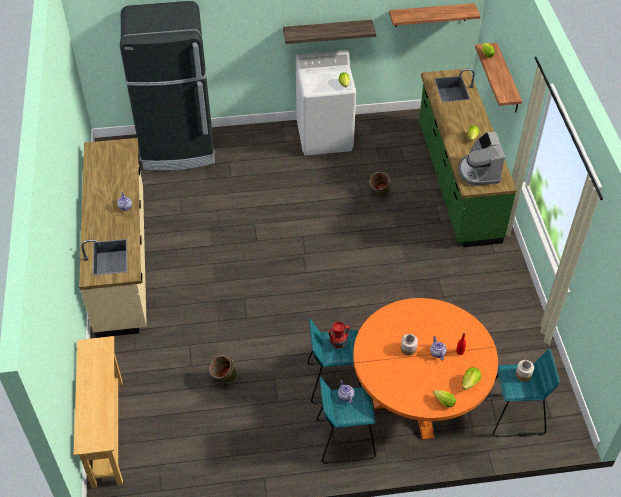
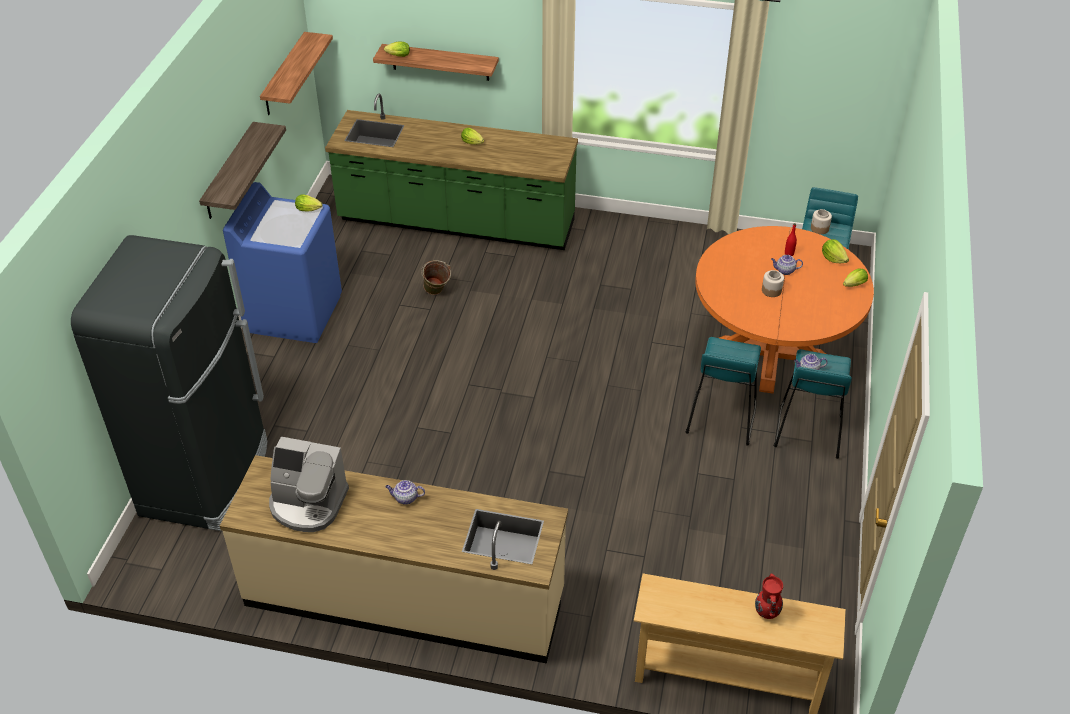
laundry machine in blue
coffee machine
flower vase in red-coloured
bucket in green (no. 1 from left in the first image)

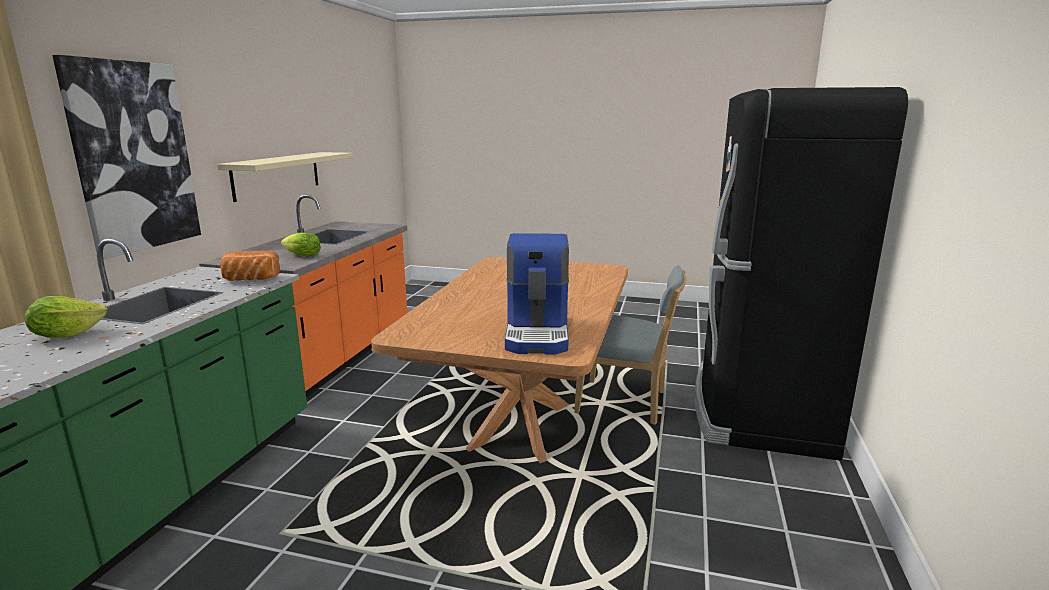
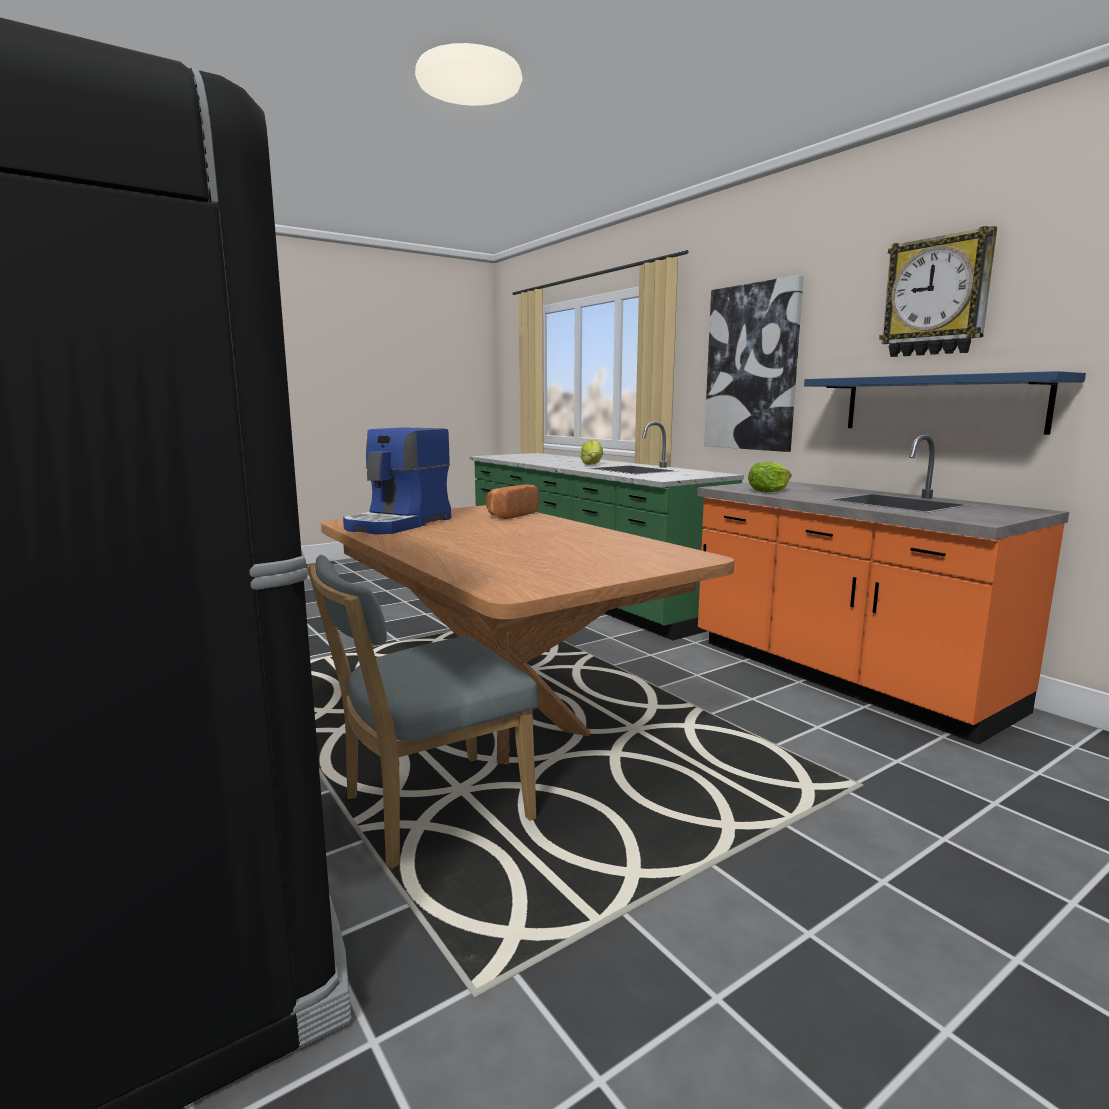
coffee machine
bakery bread
bracket shelf in blue
hanging clock

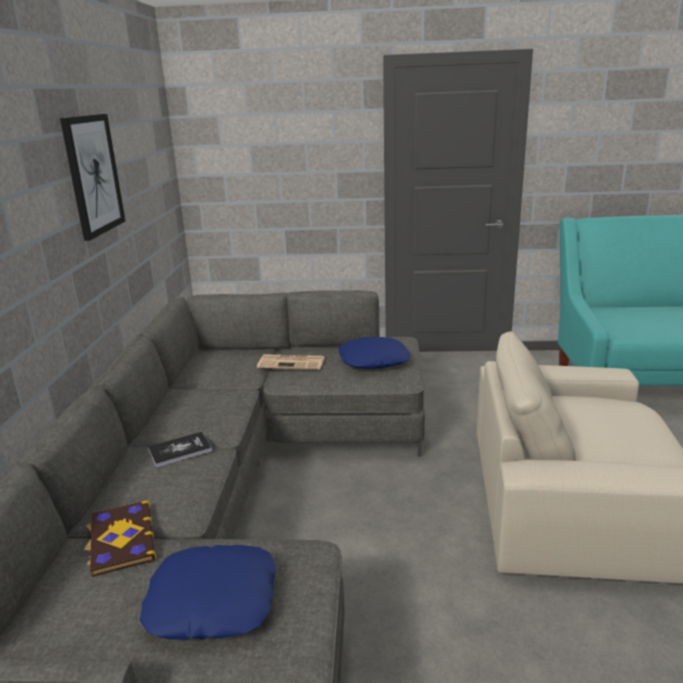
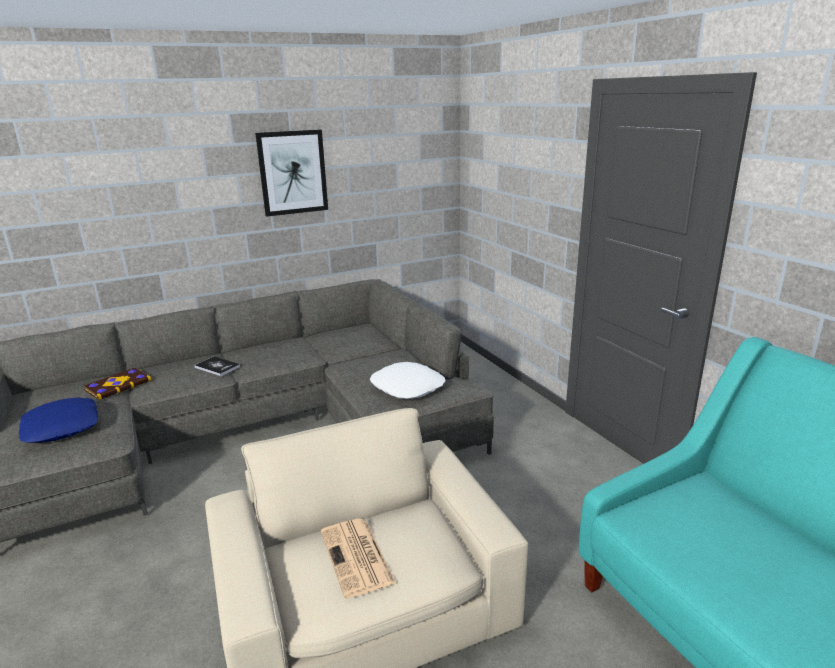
daily paper
pillow in white-coloured

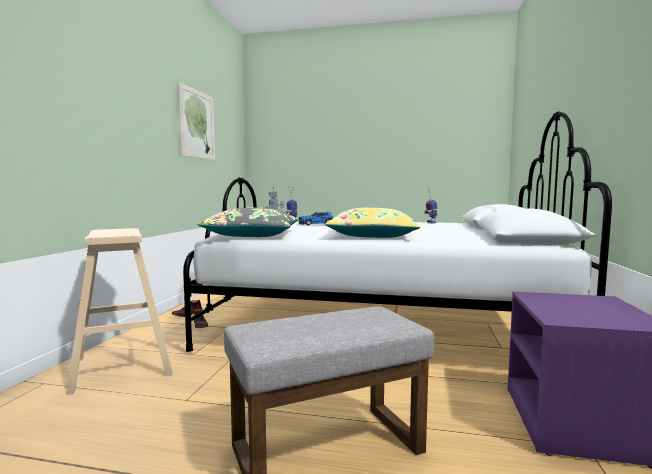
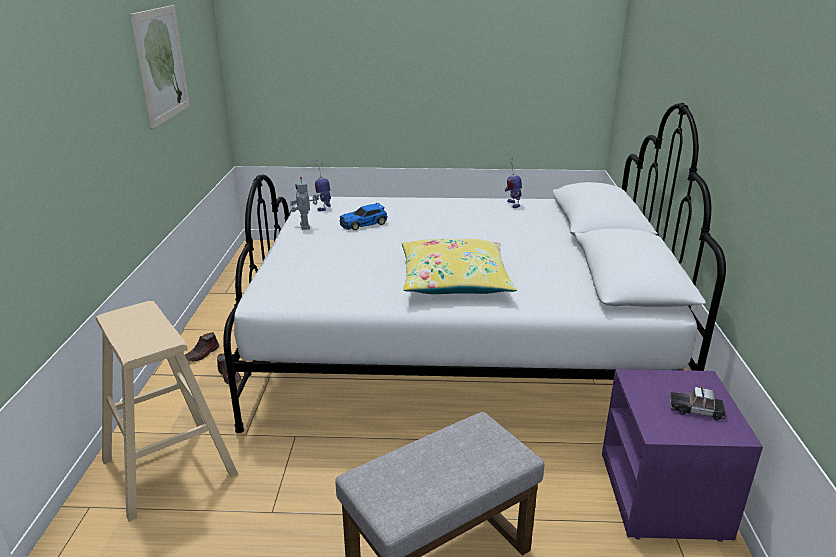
miniature car (no. 2 from left)
pillow in grey

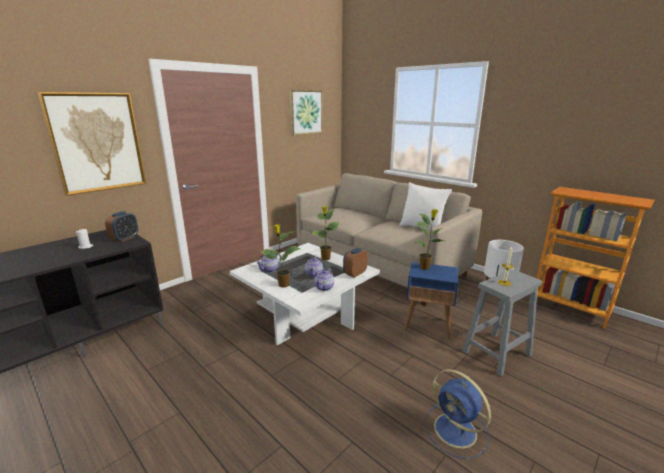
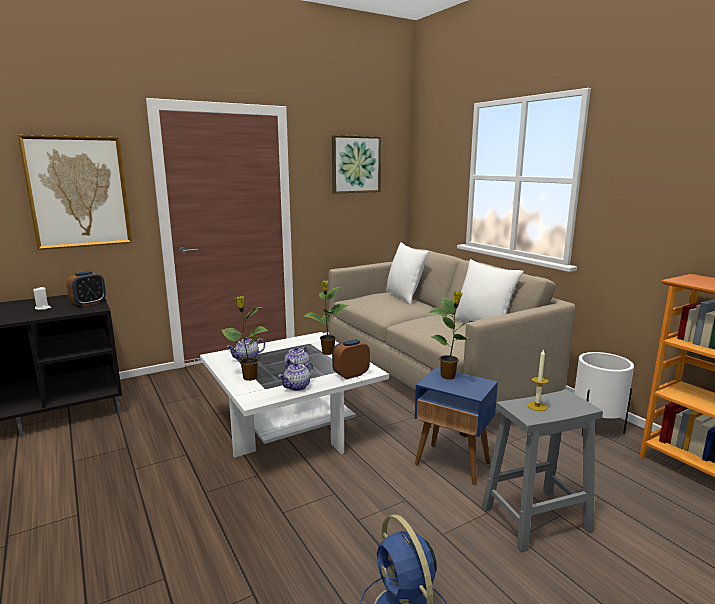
pillow in white-coloured (no. 1 from left)

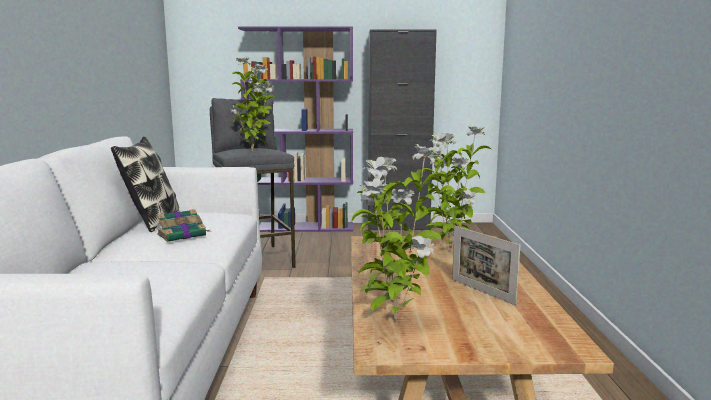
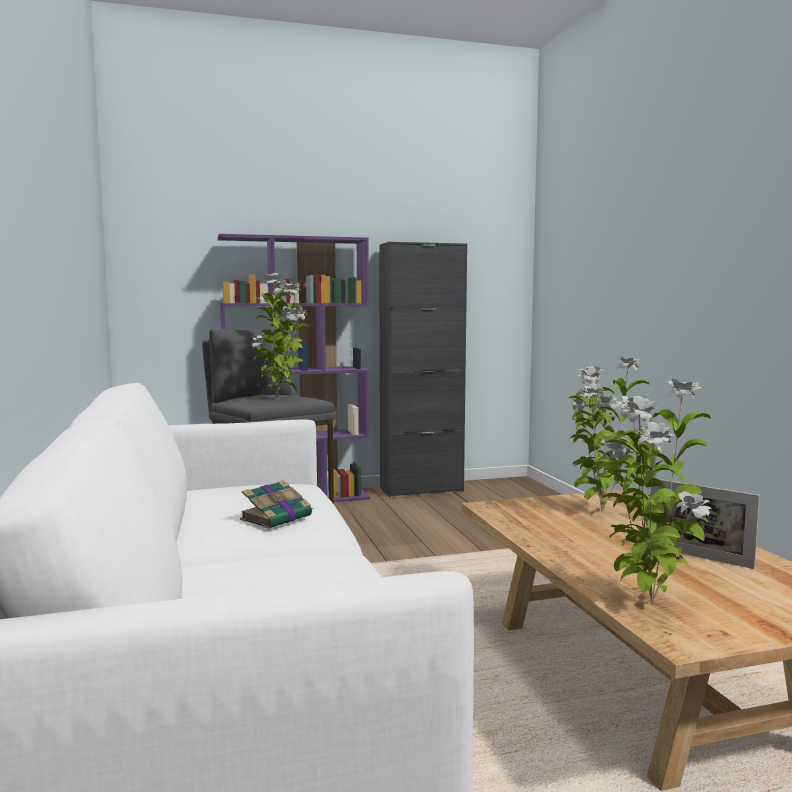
pillow

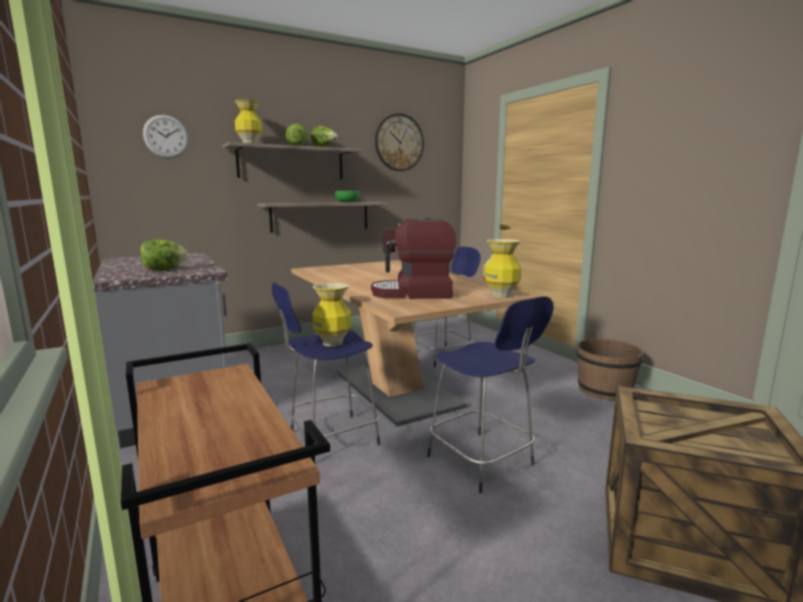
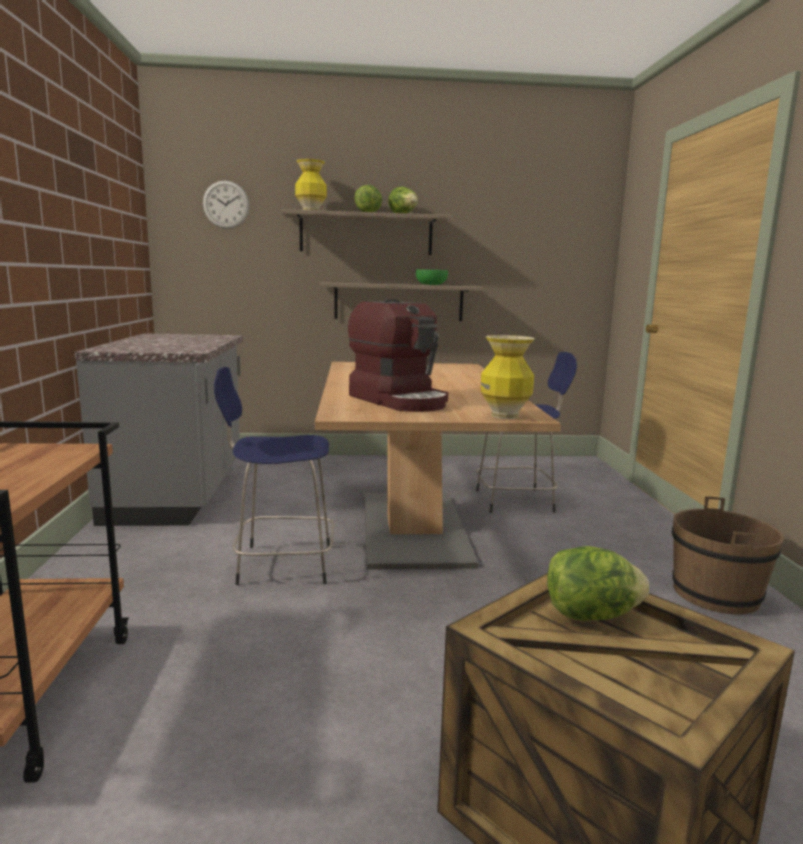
coffee machine
head of lettuce (no. 3 from left)
flower vase (no. 2 from left in the first image)
hanging clock (no. 2 from left in the first image)
stool seat in blue (no. 3 from left in the first image)

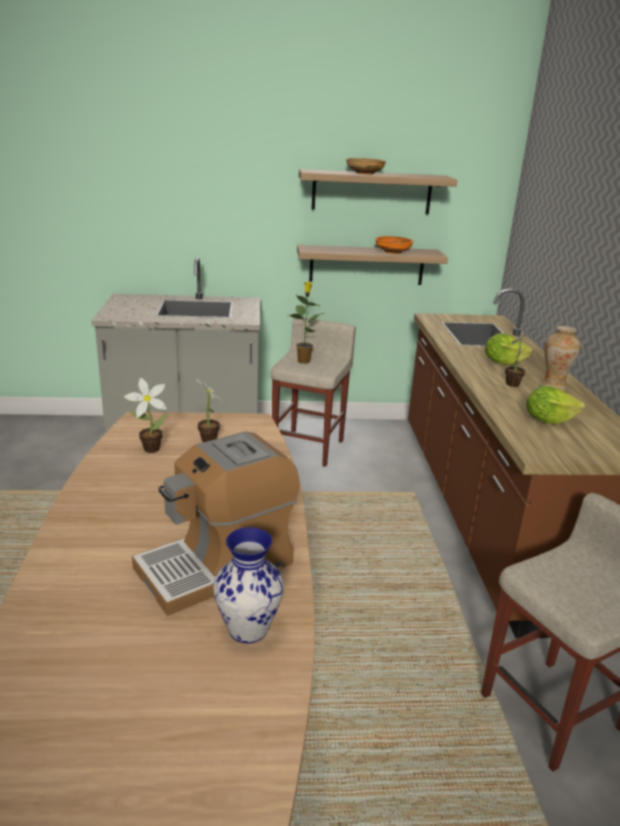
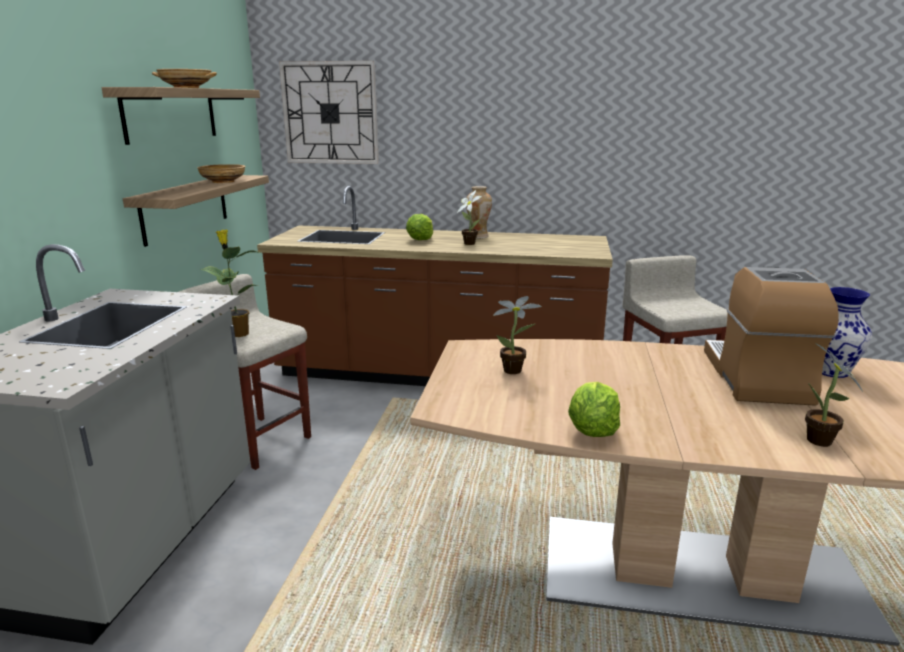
bowl in sand-coloured (no. 2 from left)
hanging clock
head of lettuce (no. 2 from left)
coffee machine
plant in a pot (no. 4 from left)

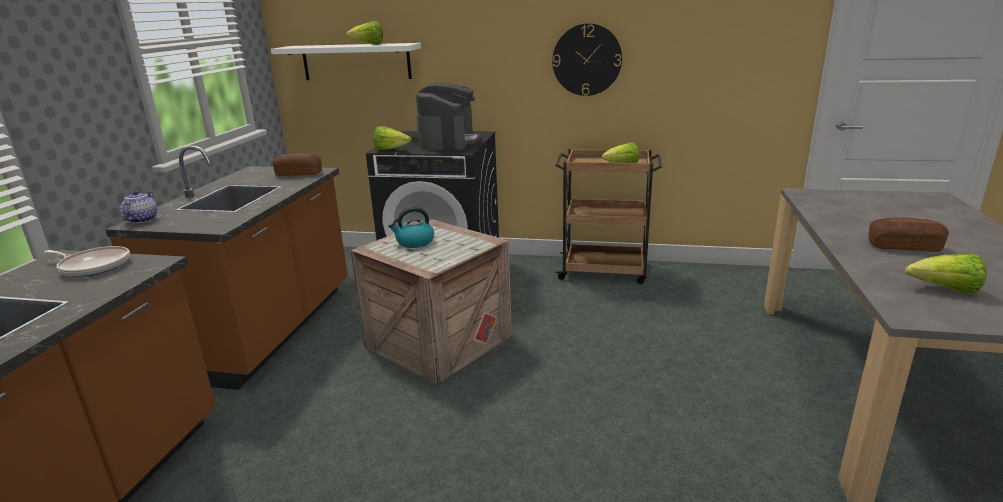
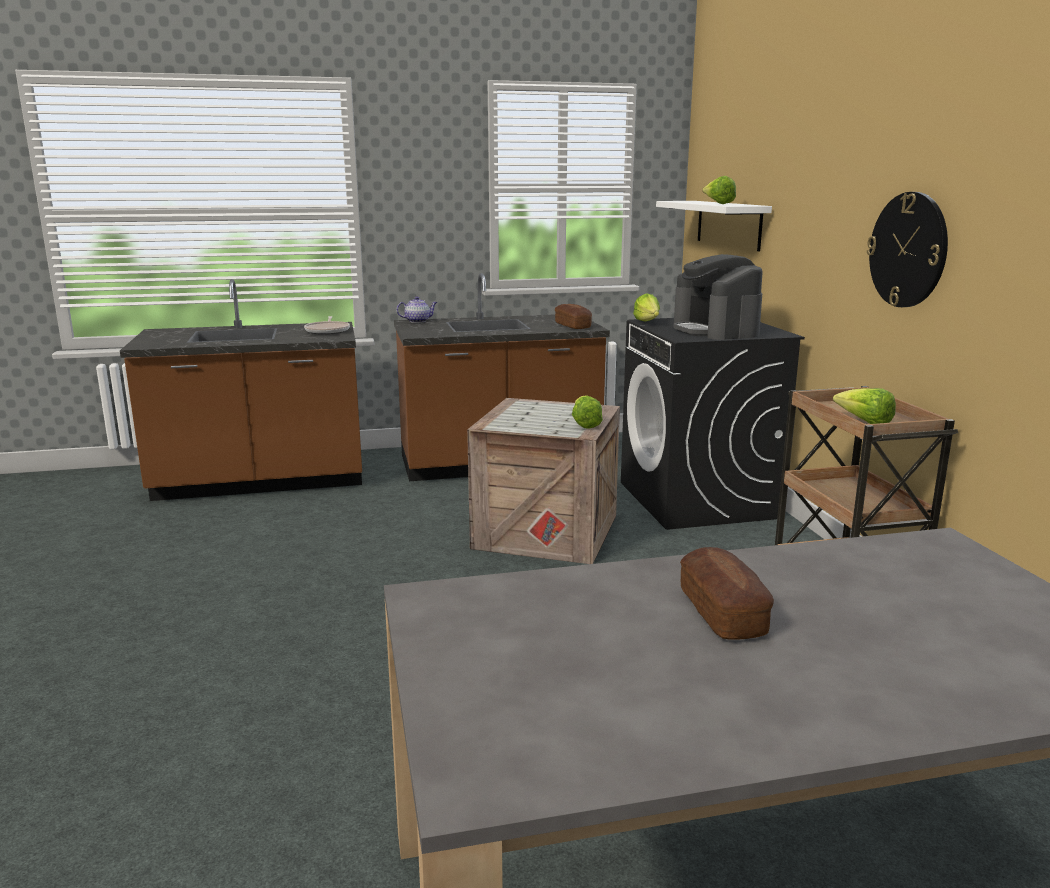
head of lettuce (no. 1 from left)
coffee machine
water kettle

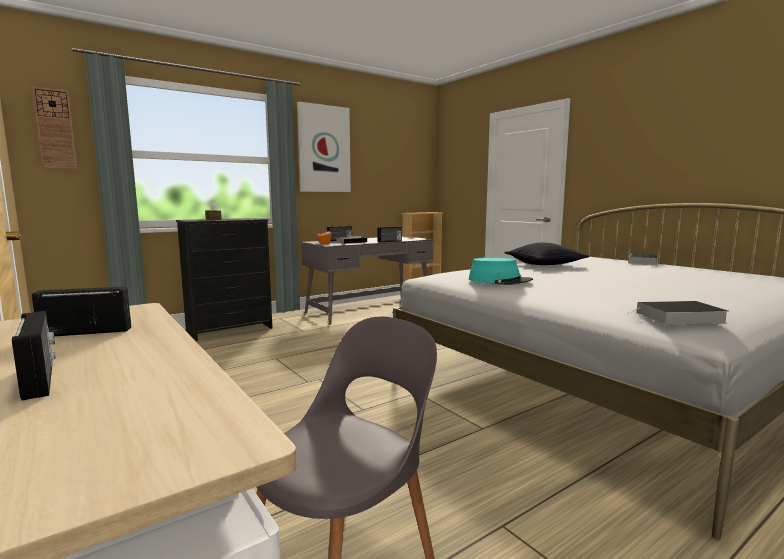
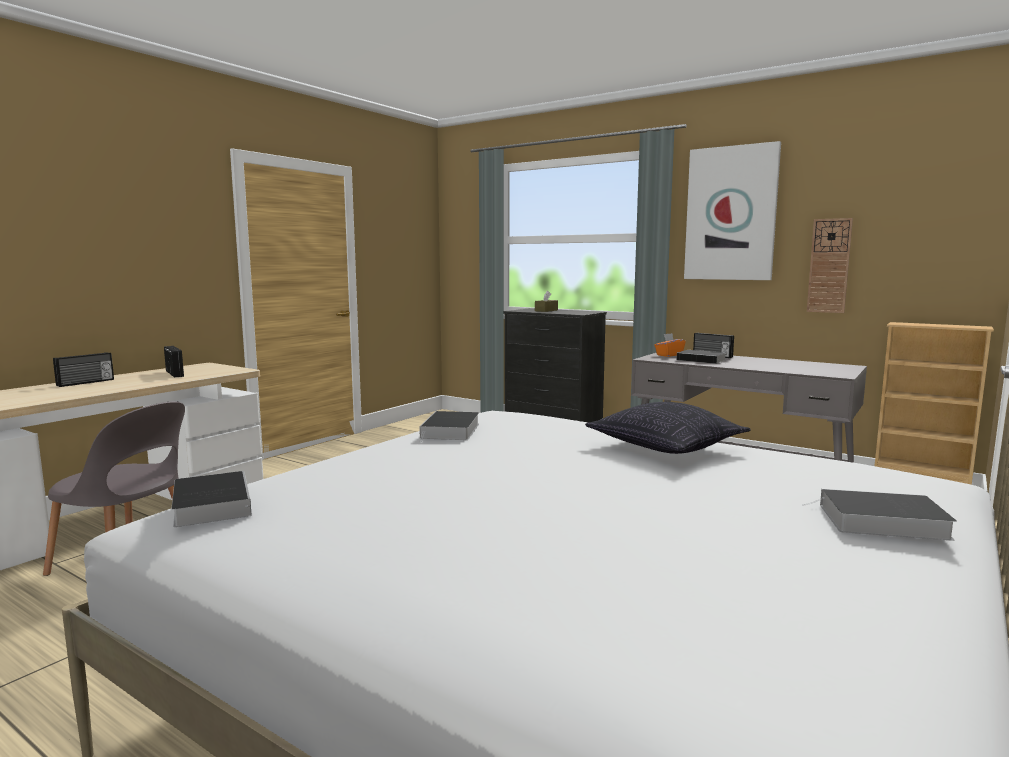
volume (no. 2 from left)
hanging clock
radio (no. 4 from left in the first image)

